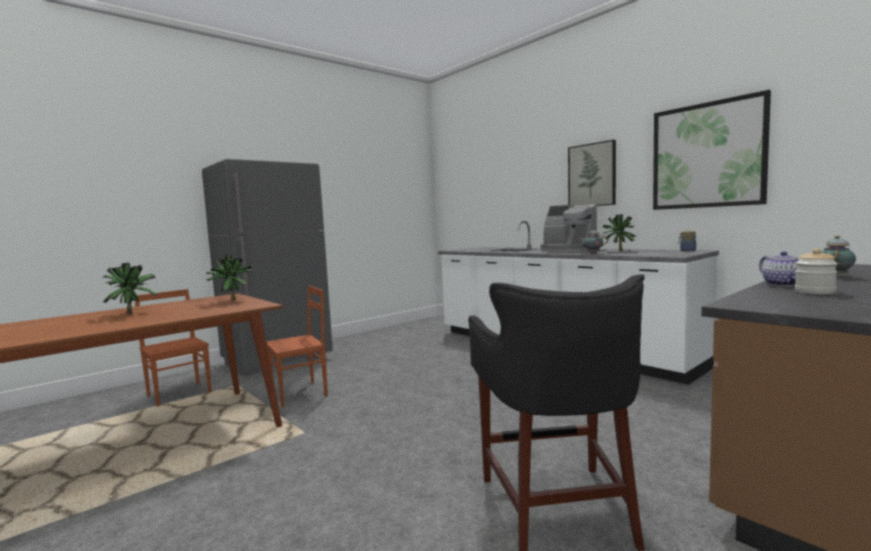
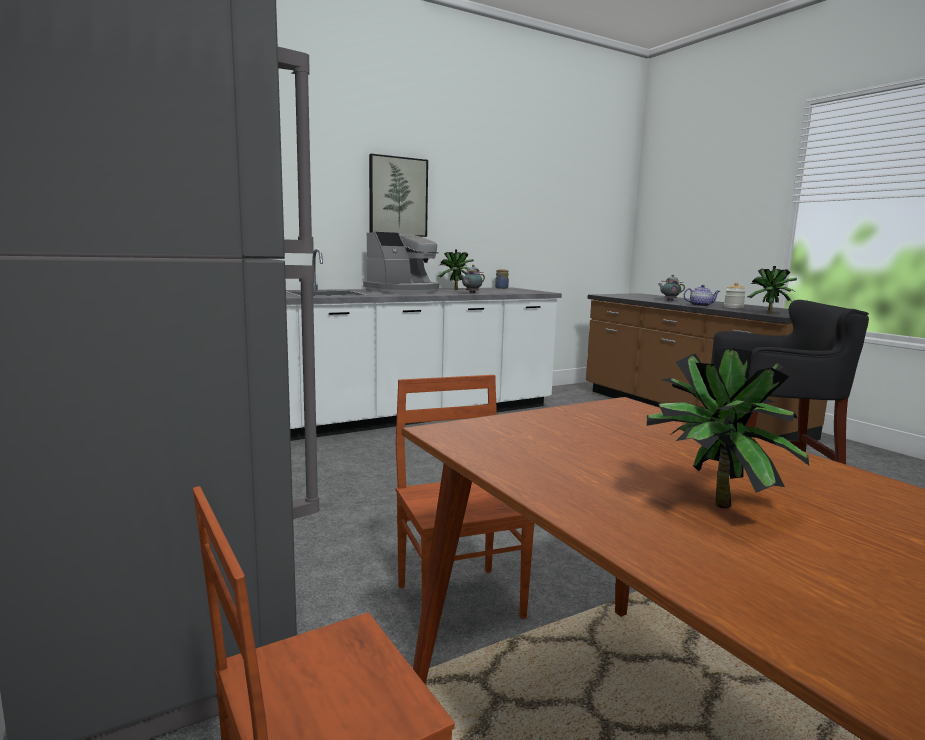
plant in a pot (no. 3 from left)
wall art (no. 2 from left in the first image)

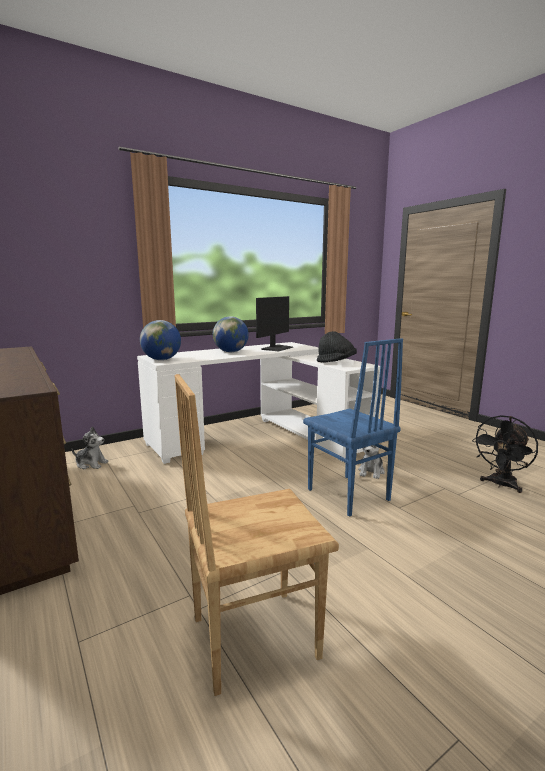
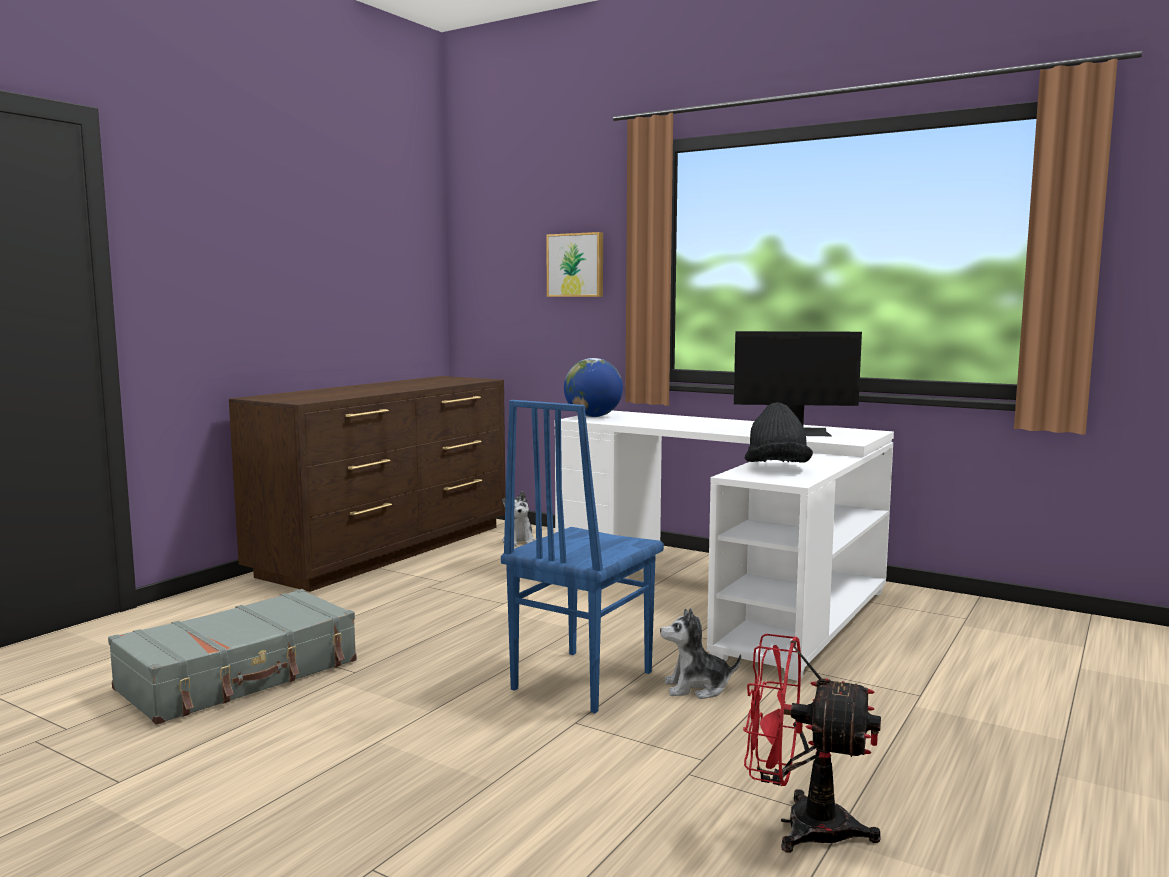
travel case in grey
wall art
fan in red-coloured
world globe (no. 2 from left in the first image)

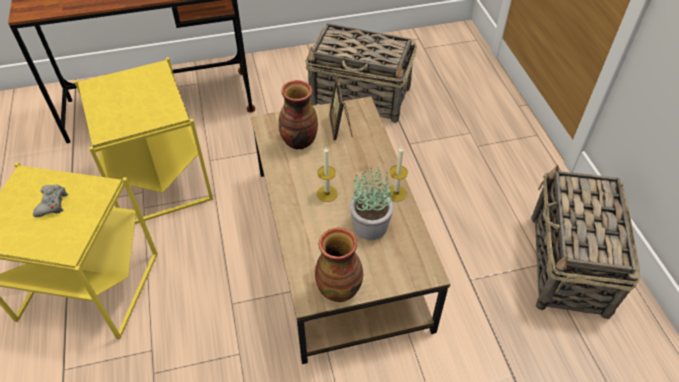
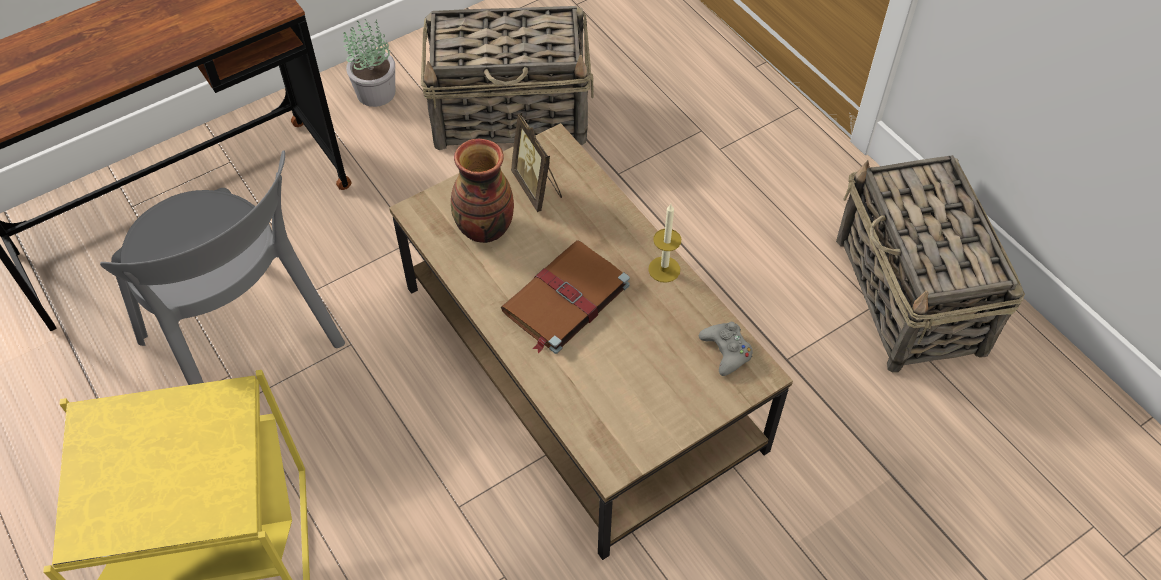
chair in grey
plant in a pot
volume in brownish
game controller in grey
flower vase (no. 2 from left in the first image)

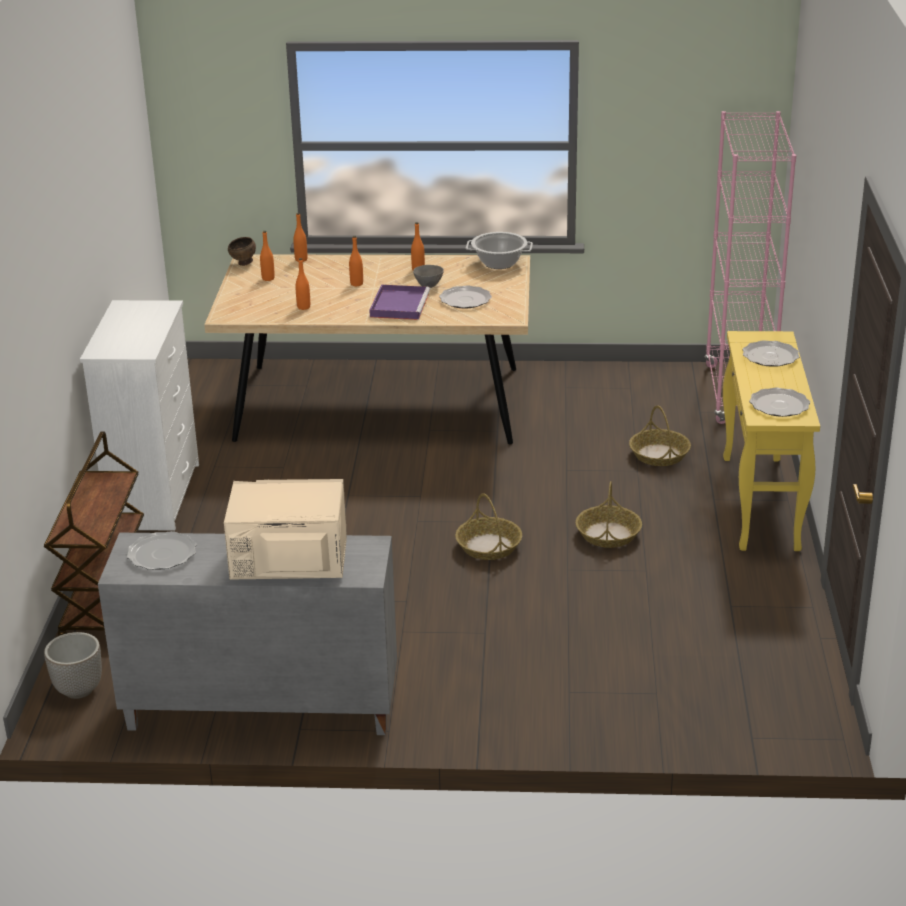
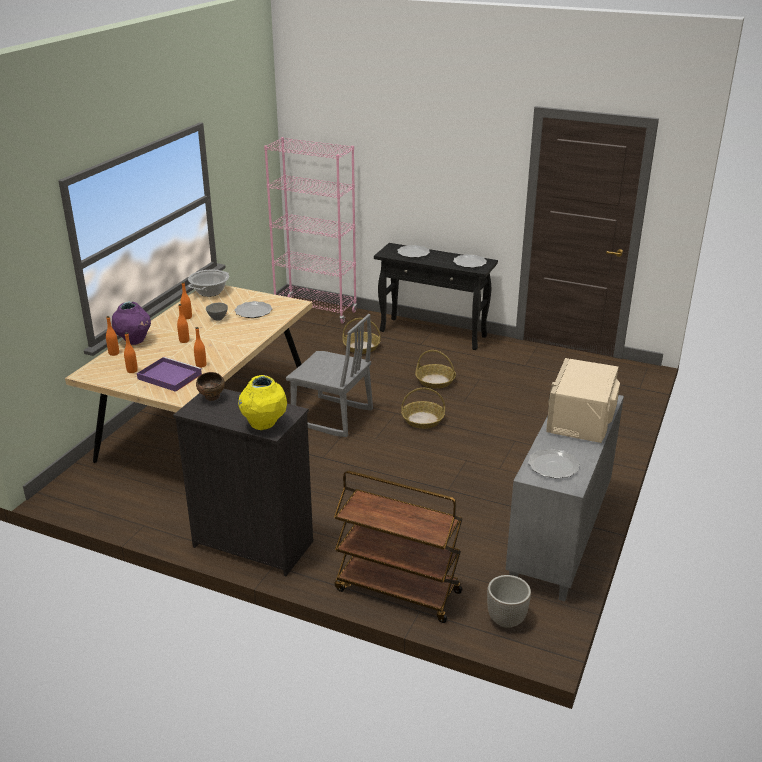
flower vase in purplish
carrying tray in purplish
dresser in blackish
bowl in brownish
flower vase in yellow-coloured
chair in grey
narrow table in blackish

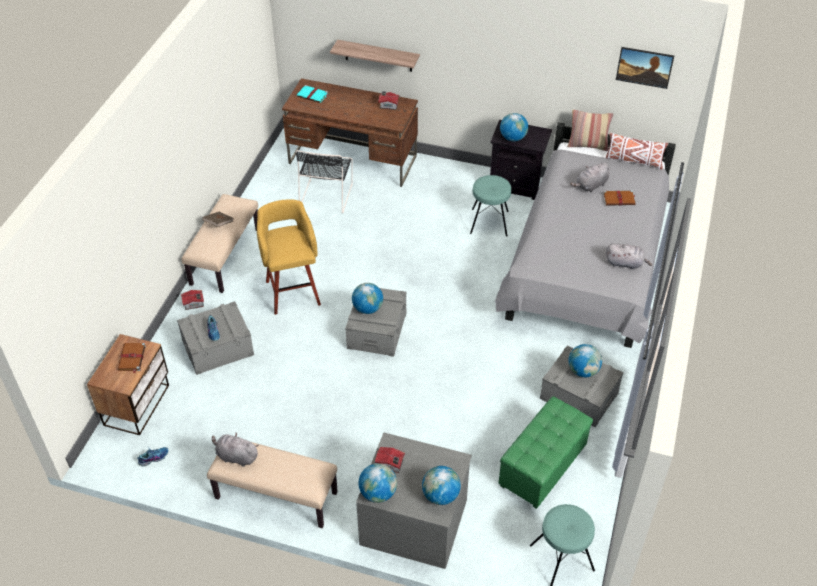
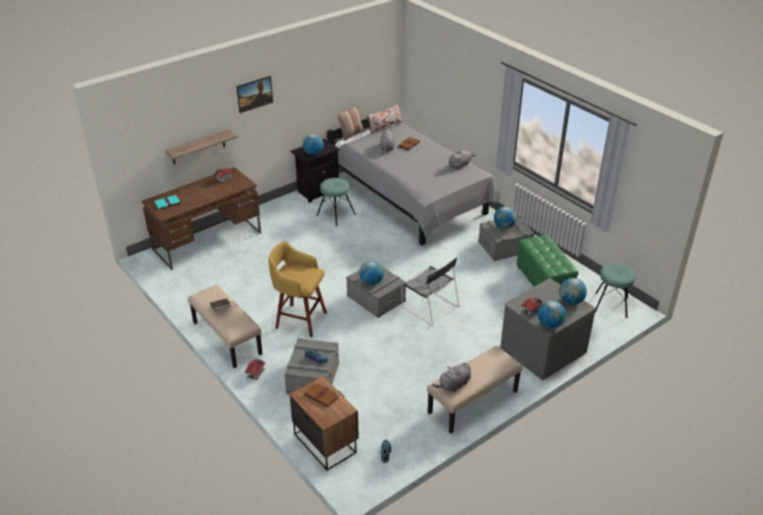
wall art
chair in blackish

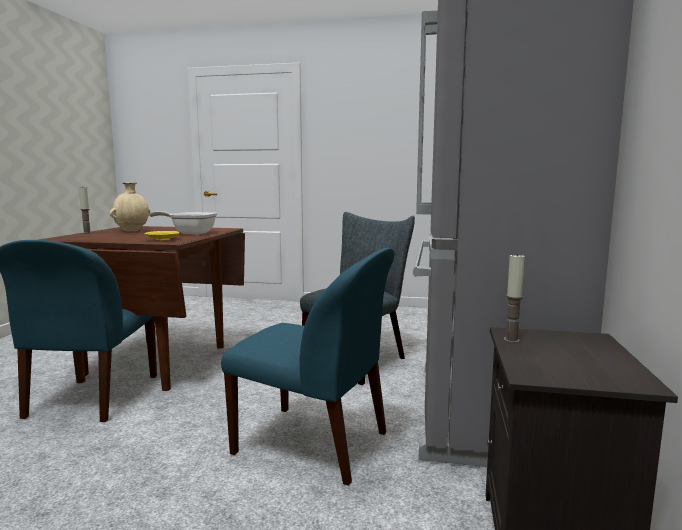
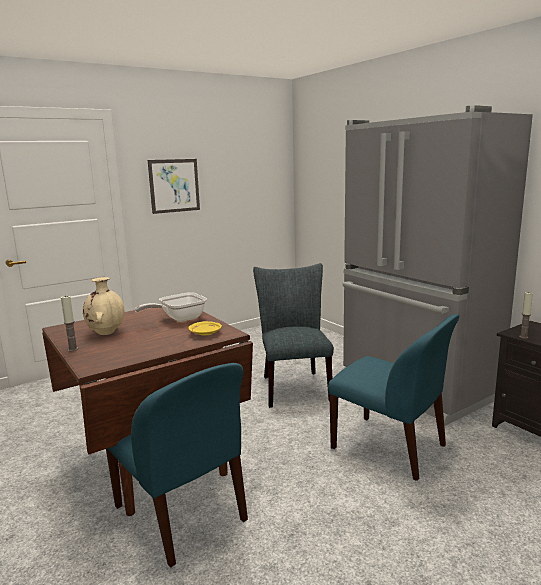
wall art
chair in blue (no. 2 from left)

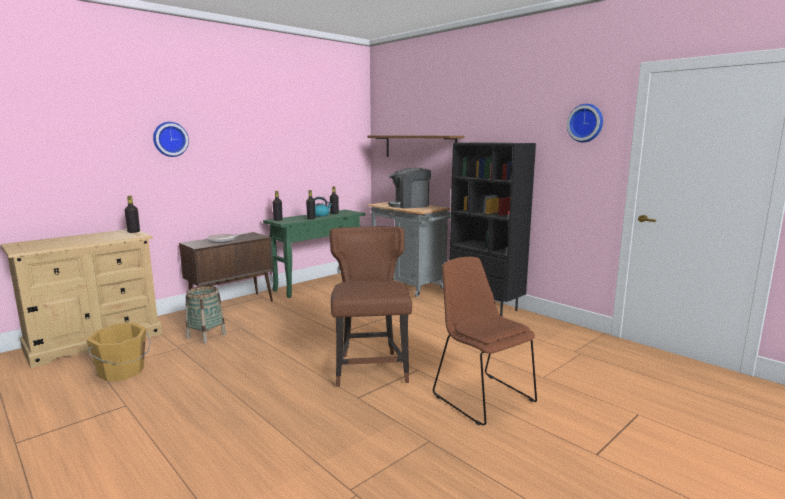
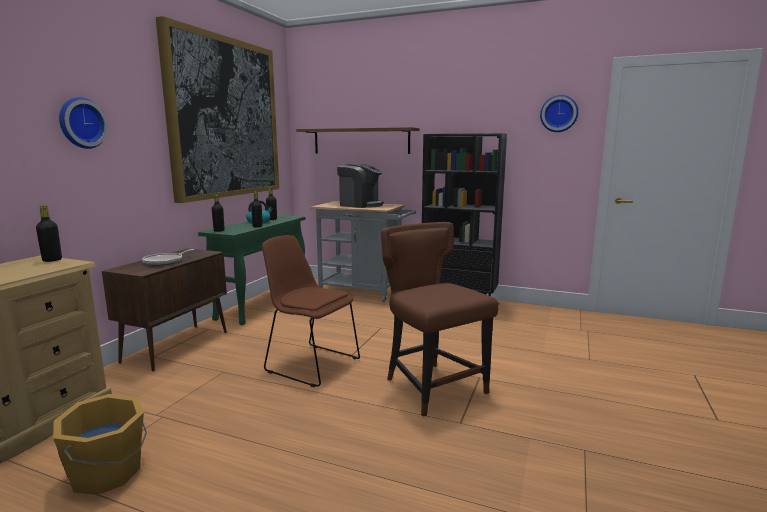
wall art
chair in brownish (no. 1 from left)
coffee machine
household basket

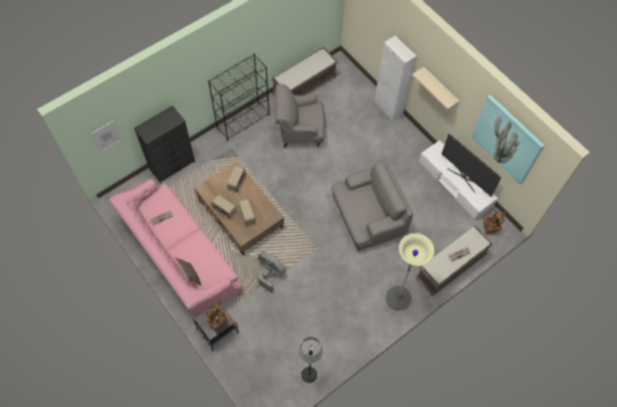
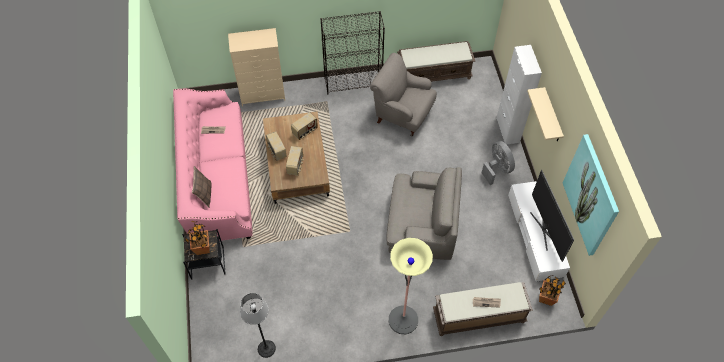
dresser in sand-coloured
fan in grey
wall art (no. 1 from left in the first image)

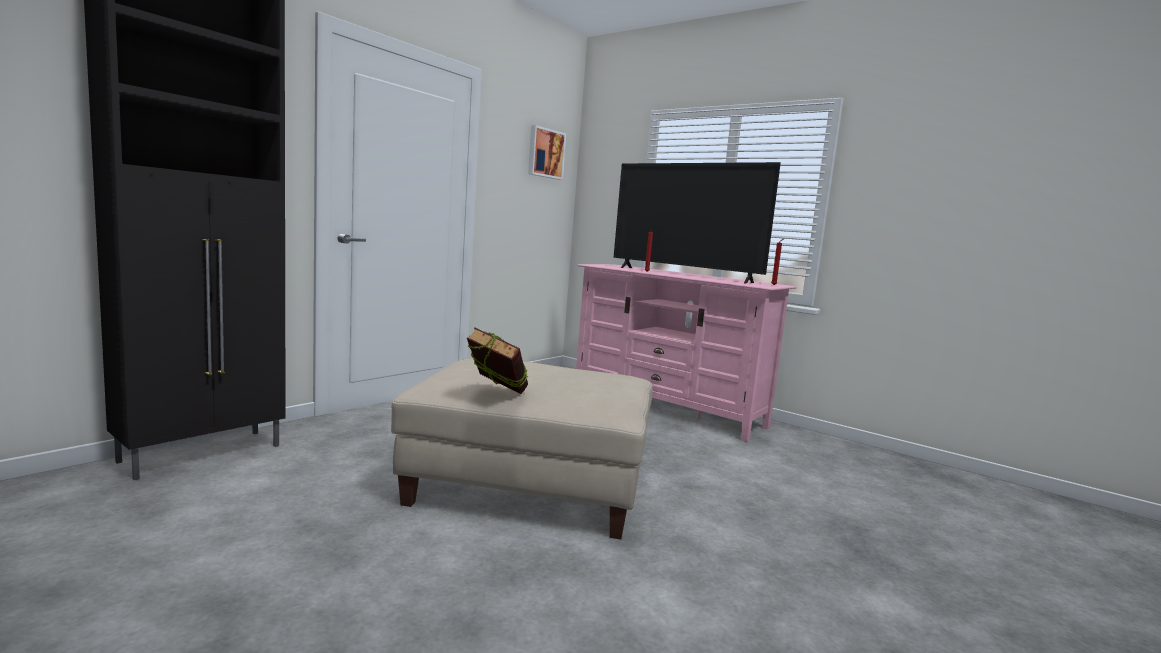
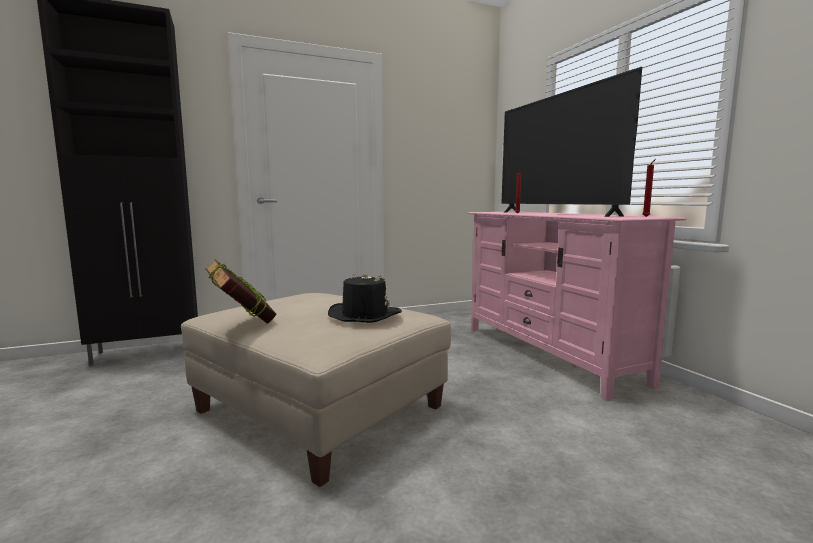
hat in blackish
wall art

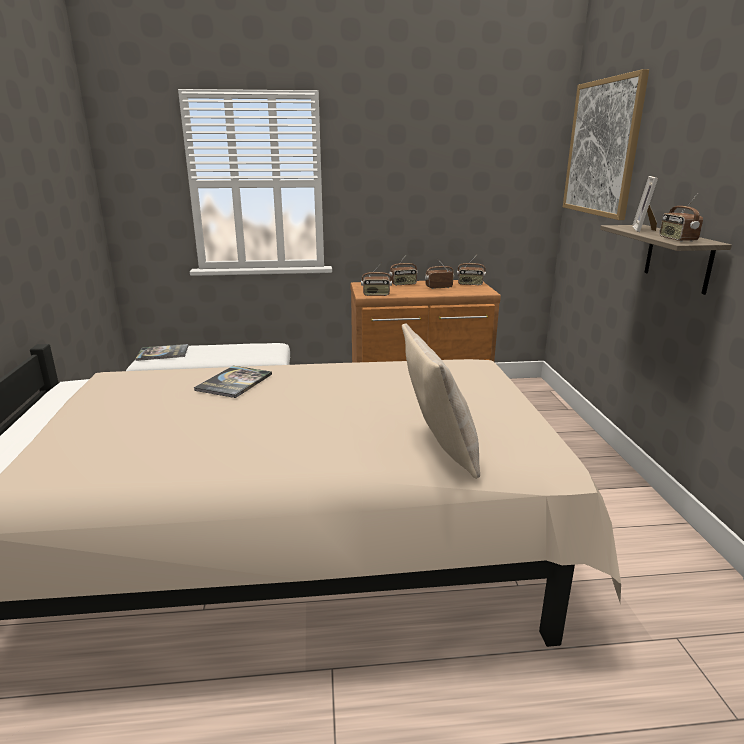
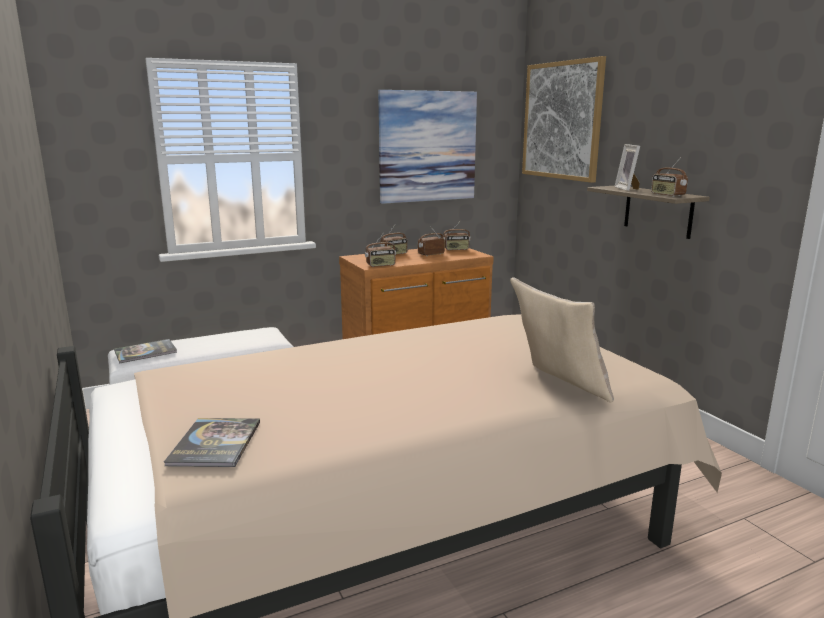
volume (no. 2 from left)
wall art (no. 1 from left)

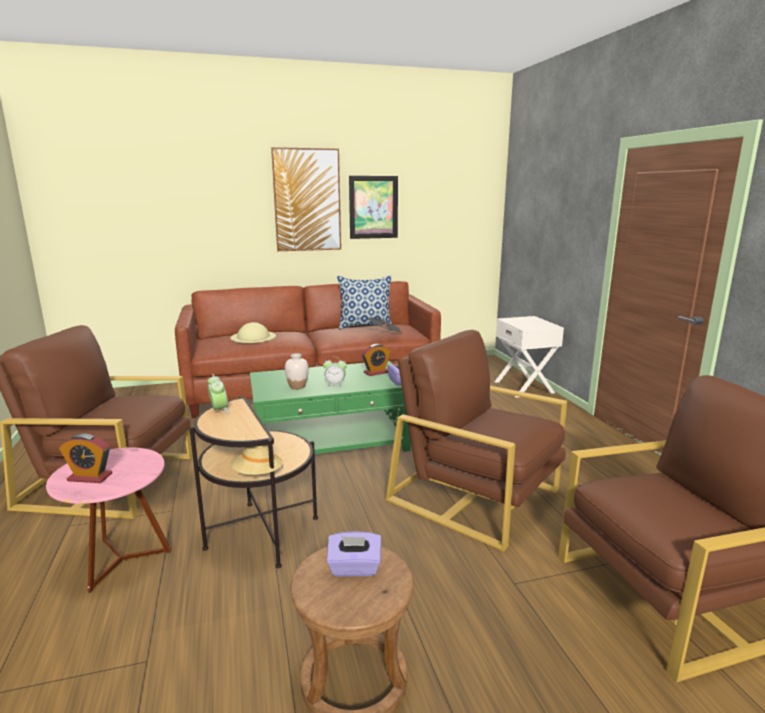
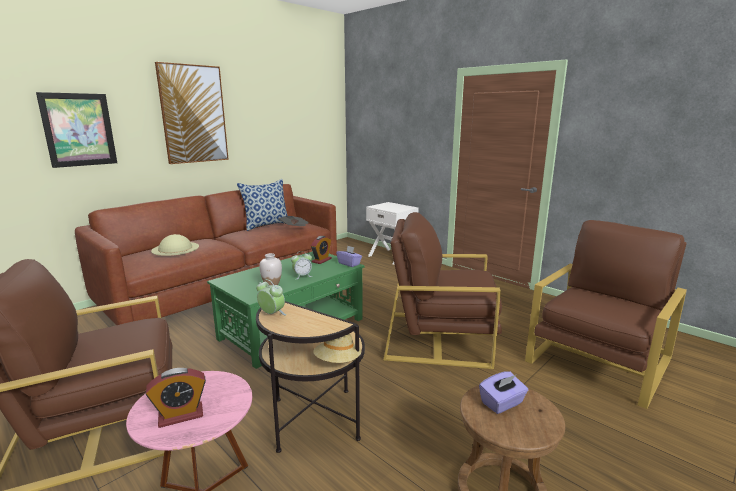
wall art (no. 1 from left)

